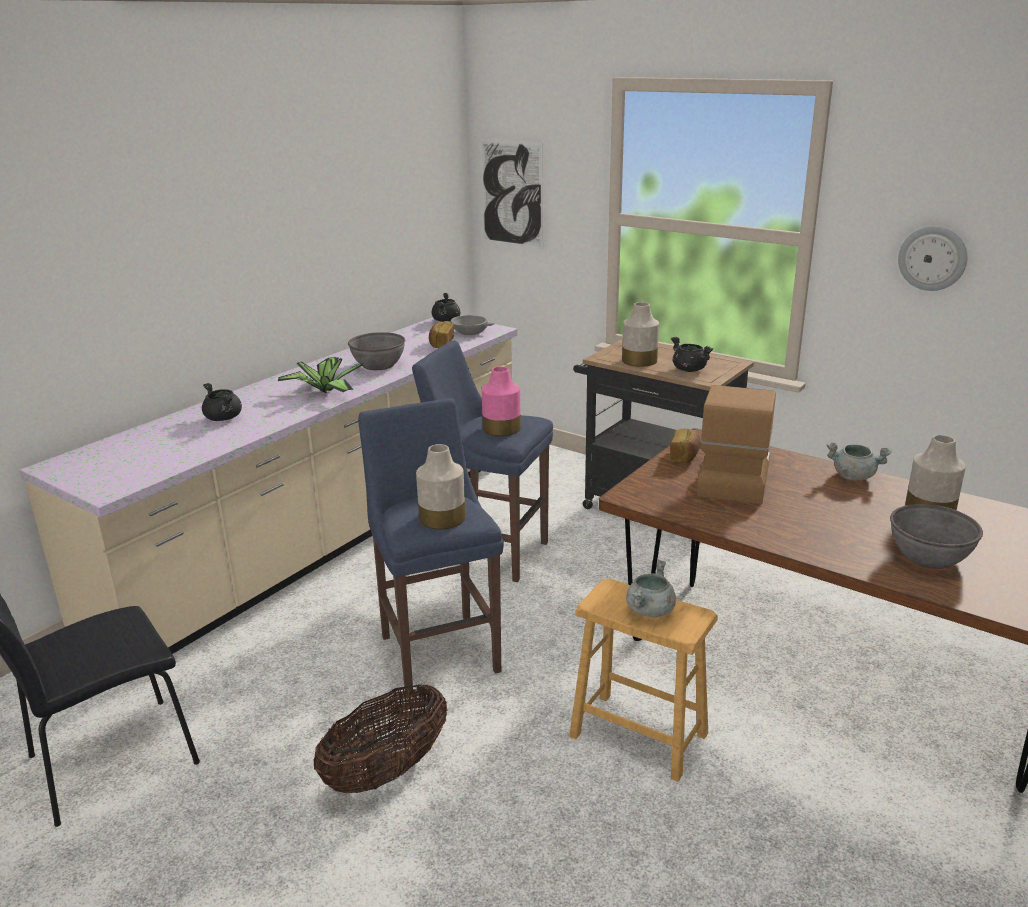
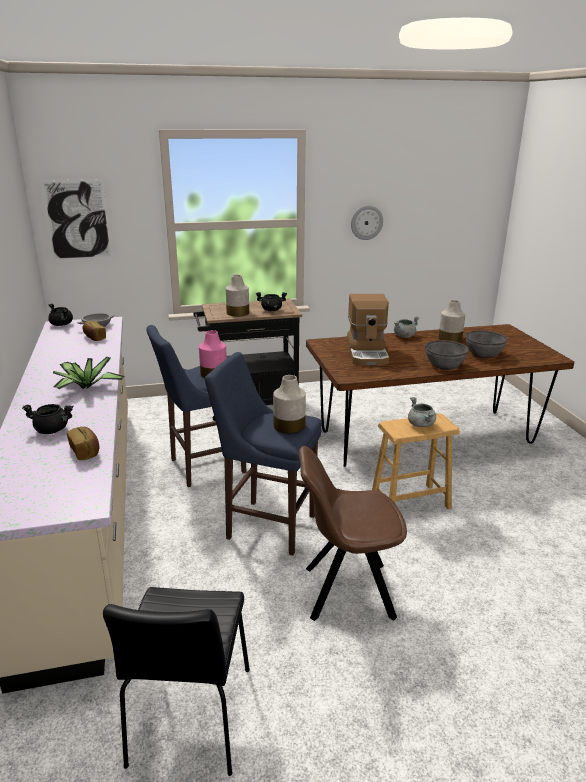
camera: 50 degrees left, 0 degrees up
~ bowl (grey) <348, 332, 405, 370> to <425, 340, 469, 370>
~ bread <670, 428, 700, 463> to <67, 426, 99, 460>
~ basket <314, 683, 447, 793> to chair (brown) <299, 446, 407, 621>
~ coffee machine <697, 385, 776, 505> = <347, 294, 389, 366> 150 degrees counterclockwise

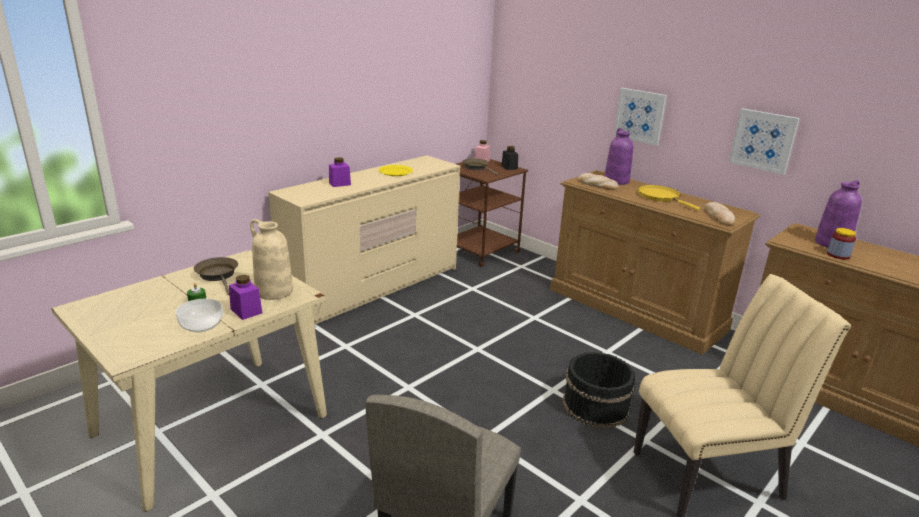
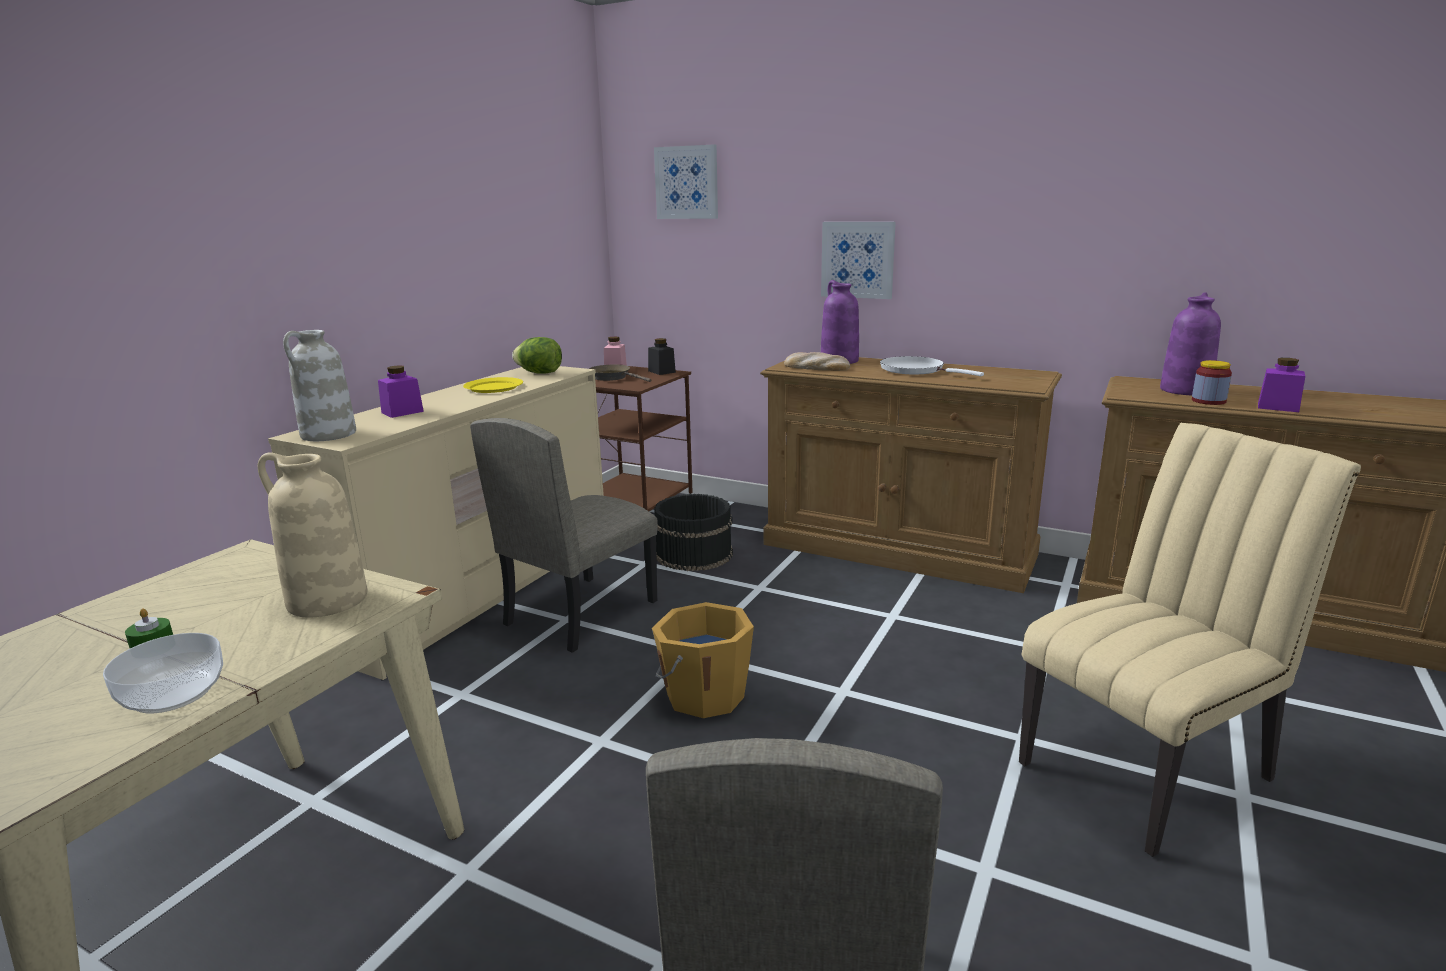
camera: 15 degrees left, 5 degrees down
- frying pan (brown) <194, 257, 238, 295>
- bread <704, 202, 735, 225>
+ vase (white) <283, 330, 356, 441>
+ chair (beige) <470, 418, 658, 653>
+ lettuce <512, 337, 562, 374>
+ bucket (orange) <652, 602, 754, 718>
~ jar (purple) <229, 275, 262, 320> to <1258, 358, 1305, 412>
~ bucket (black) <563, 352, 635, 428> to <654, 494, 733, 571>
~ picture <729, 108, 800, 175> to <654, 144, 718, 219>
~ frying pan (yellow) <638, 185, 700, 210> to frying pan (white) <880, 356, 984, 376>

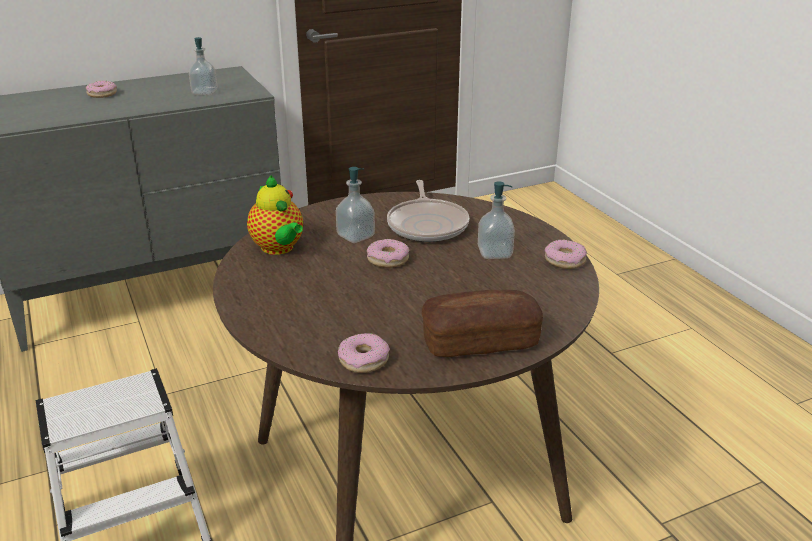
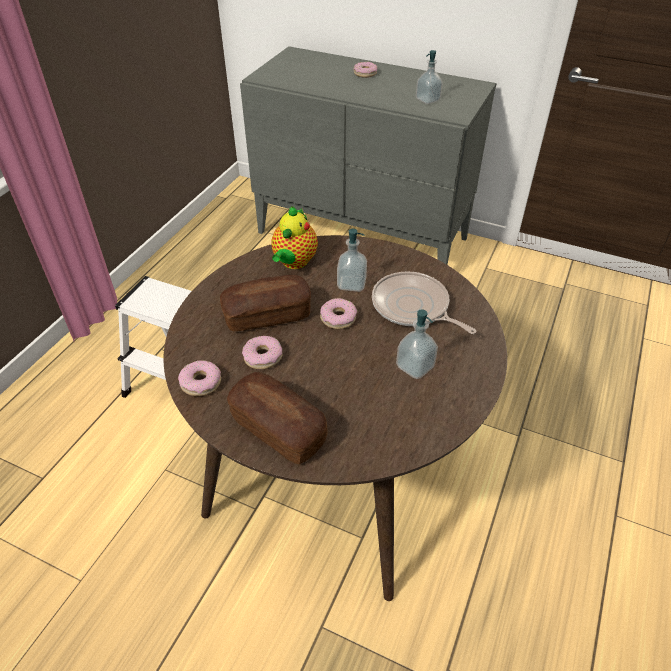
camera: 50 degrees right, 15 degrees up
+ bread <220, 275, 311, 331>
~ donut <545, 240, 587, 269> to <242, 336, 282, 369>
~ frying pan <387, 180, 469, 242> = <372, 272, 477, 334> 90 degrees clockwise

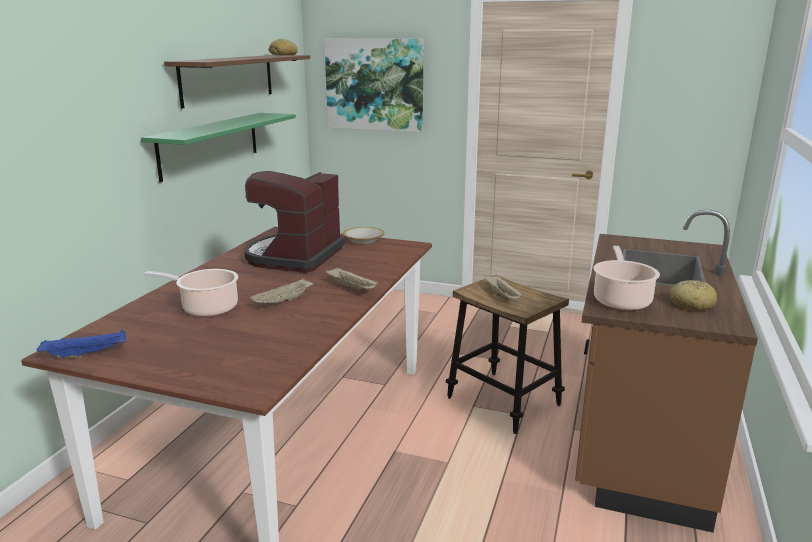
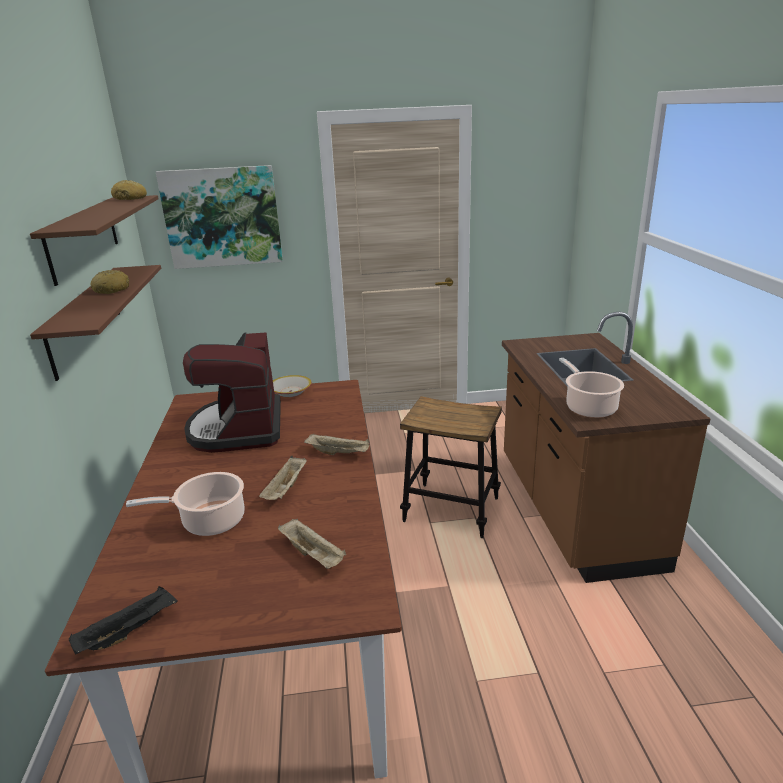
camera: 25 degrees left, 5 degrees up
~ tray (beige) <485, 276, 523, 299> to <278, 519, 346, 569>
~ bread <670, 280, 717, 311> to <91, 270, 129, 294>
~ tray (blue) <37, 330, 127, 359> to tray (black) <69, 586, 178, 654>
~ shelf (green) <141, 113, 296, 182> to shelf (brown) <30, 265, 161, 381>

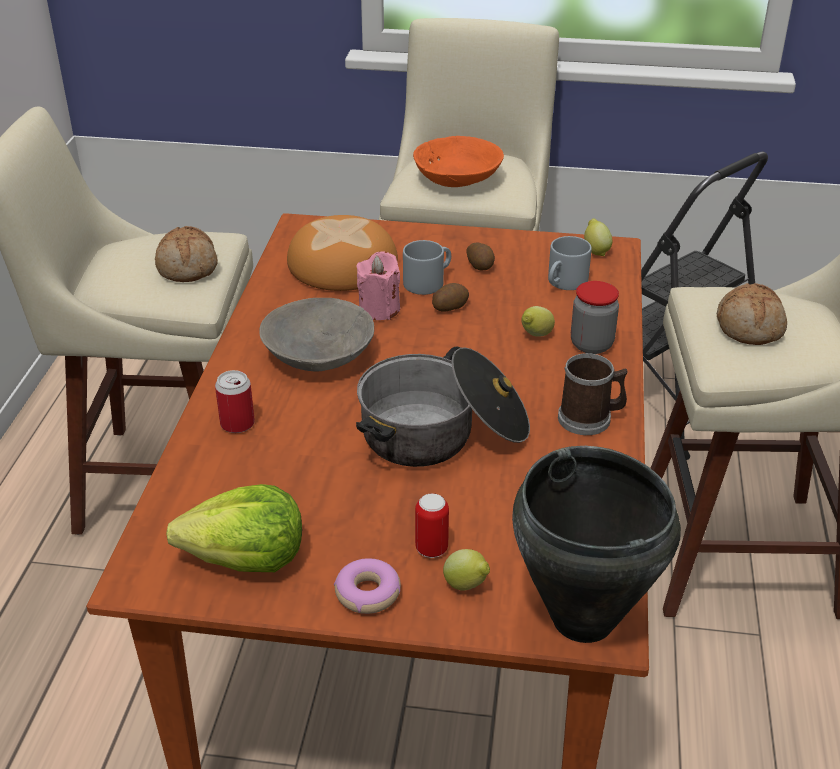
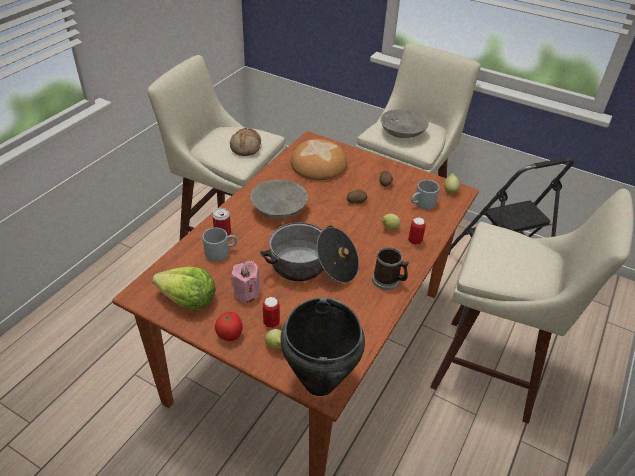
camera: 20 degrees right, 5 degrees up
- bread <717, 283, 787, 345>
~ candle (pink) <357, 251, 400, 320> to <231, 261, 261, 303>
~ mug (grey) <403, 240, 451, 295> to <203, 228, 237, 261>
~ donut <334, 559, 401, 614> to tomato <215, 312, 243, 341>
~ jar <571, 281, 619, 354> to can <408, 218, 426, 245>
~ bowl (orange) <413, 136, 504, 187> to bowl (grey) <381, 109, 429, 138>

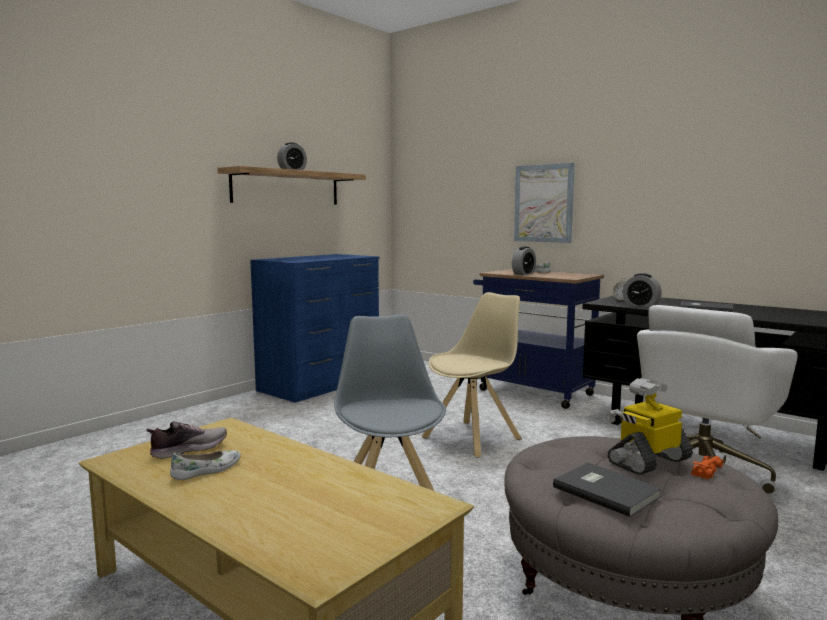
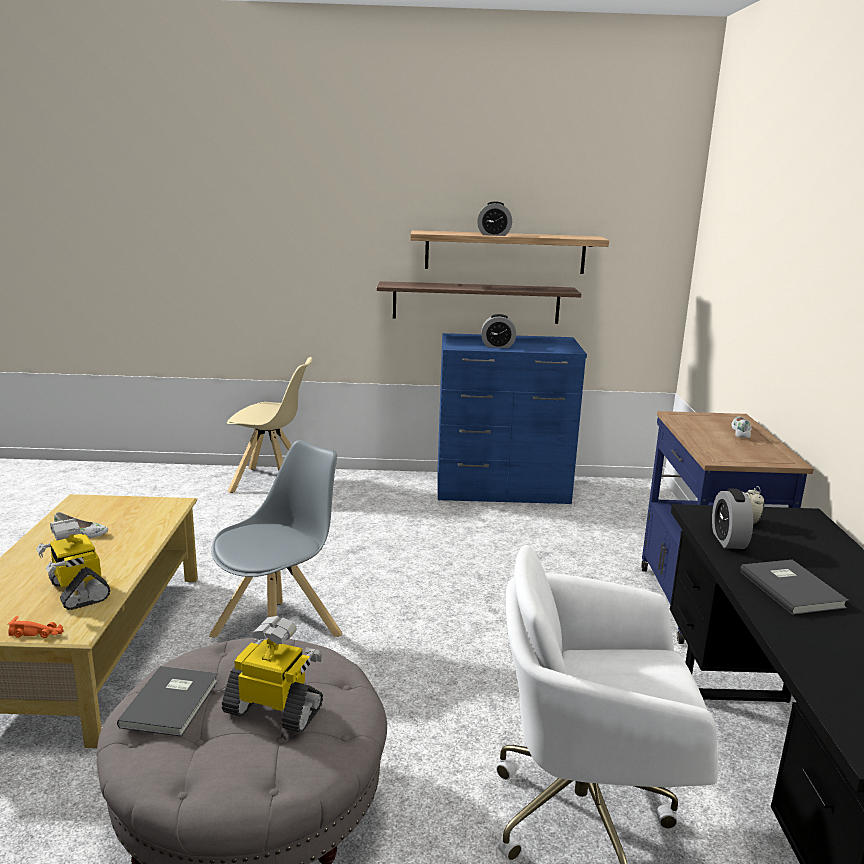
camera: 50 degrees right, 10 degrees up
- shoe <146, 421, 227, 459>
- picture <514, 163, 575, 243>
+ toy robot <36, 519, 110, 610>
+ shelf <377, 281, 581, 324>
~ chair (beige) <422, 292, 522, 458> to <227, 357, 313, 493>
~ alarm clock <512, 247, 536, 275> to <481, 314, 516, 348>
~ toy car (orange) <691, 456, 725, 479> to <8, 616, 64, 638>

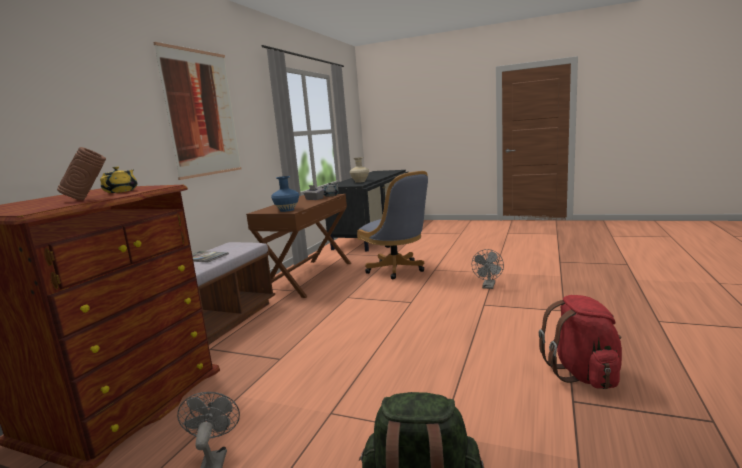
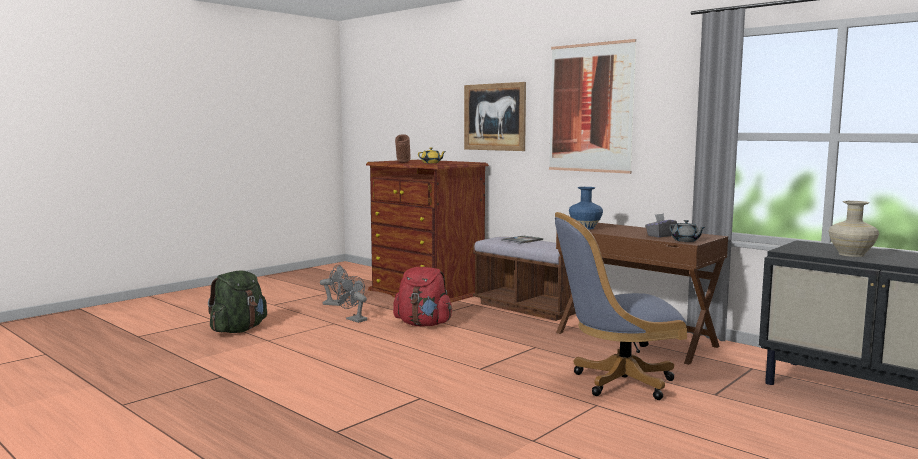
camera: 110 degrees right, 5 degrees down
+ picture <464, 82, 526, 151>
~ fan (grey) <472, 249, 504, 289> to <337, 276, 367, 323>
~ backpack (red) <539, 295, 622, 389> to <393, 267, 452, 326>

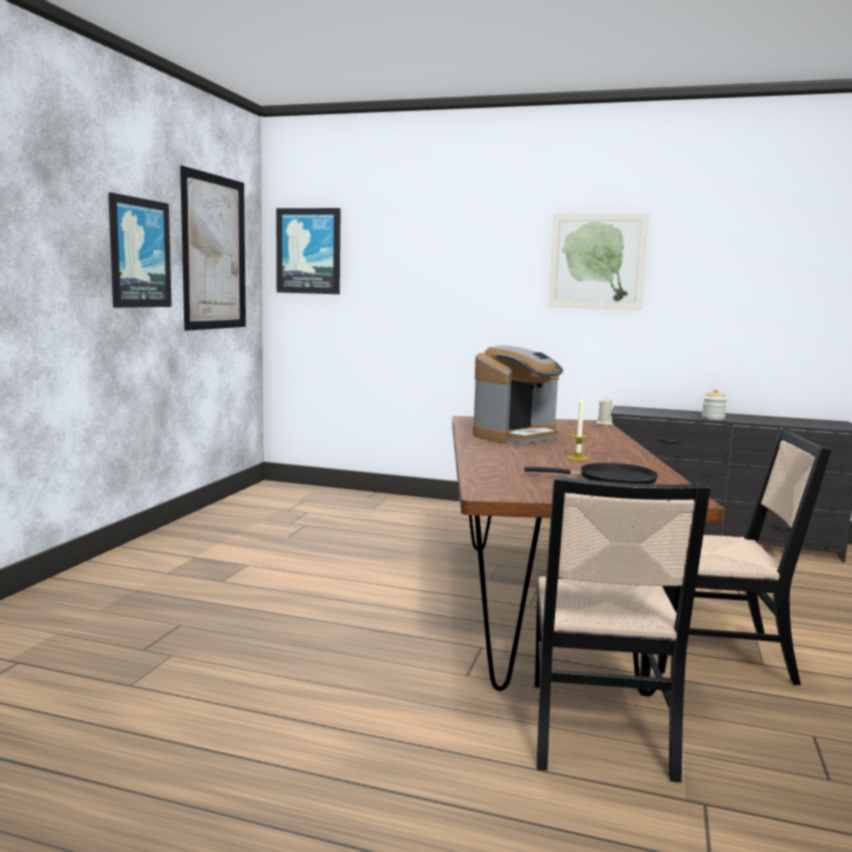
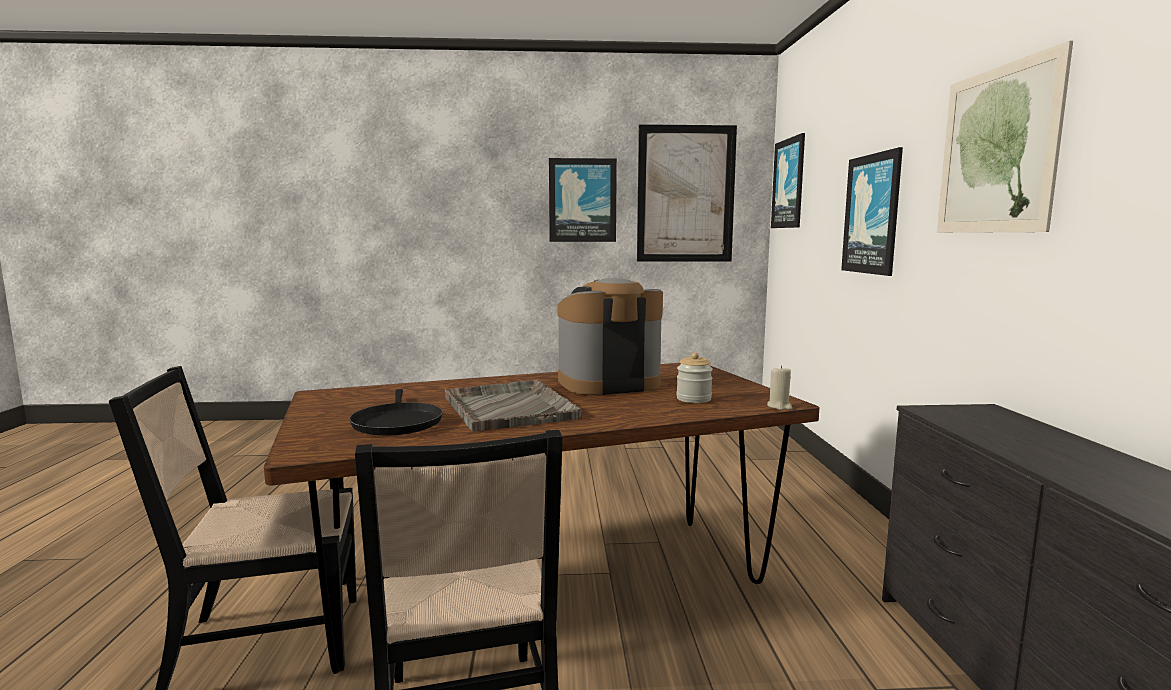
camera: 70 degrees right, 0 degrees up
+ picture <841, 147, 903, 276>
~ jar <702, 389, 727, 420> to <676, 353, 713, 403>
~ candle <566, 397, 590, 461> to tray (grey) <444, 380, 582, 432>
~ coffee machine <473, 345, 563, 444> = <557, 278, 663, 395> 135 degrees clockwise

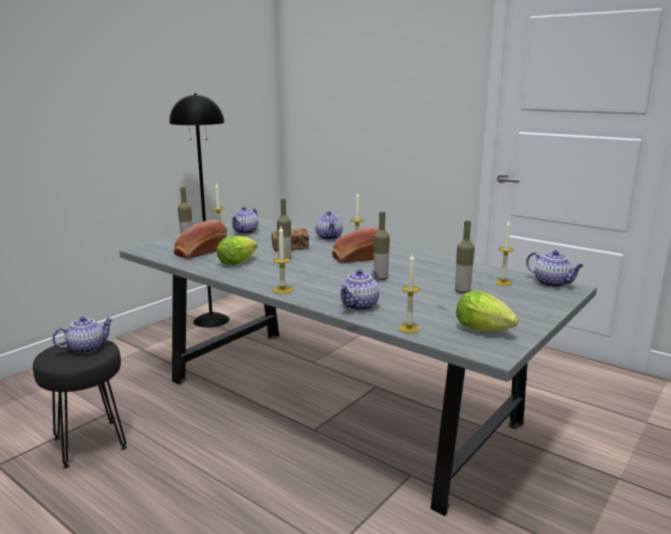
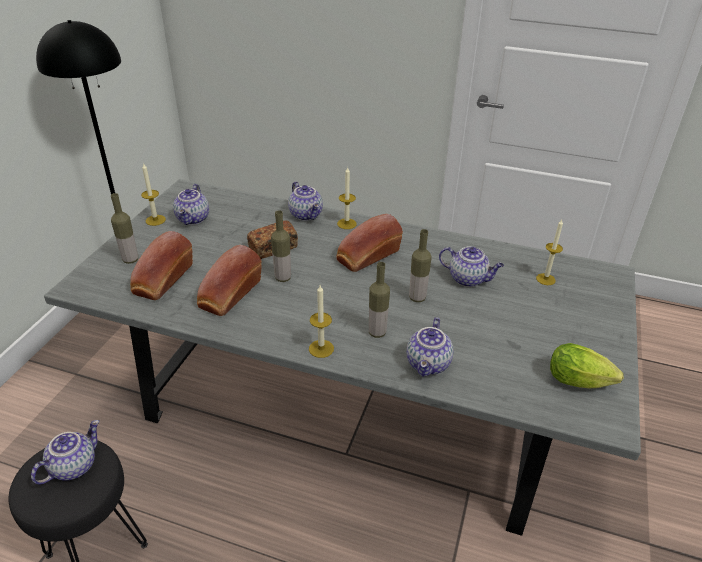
camera: 20 degrees left, 20 degrees up
- candle <399, 254, 420, 333>
~ bottle <455, 221, 475, 294> to <369, 262, 390, 338>
~ teapot <526, 250, 584, 287> to <439, 246, 504, 287>
~ lettuce <217, 236, 257, 265> to bread <197, 245, 262, 316>

